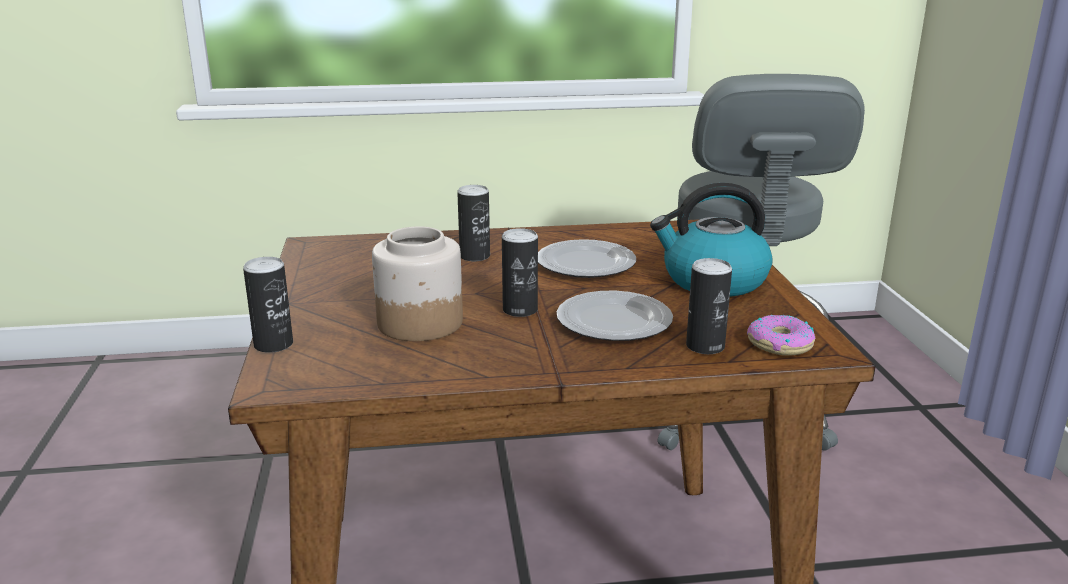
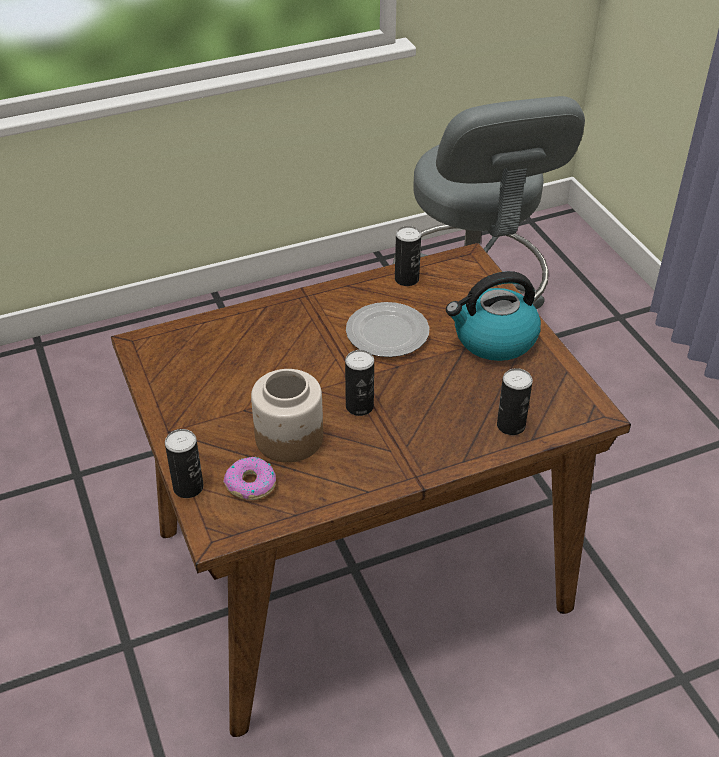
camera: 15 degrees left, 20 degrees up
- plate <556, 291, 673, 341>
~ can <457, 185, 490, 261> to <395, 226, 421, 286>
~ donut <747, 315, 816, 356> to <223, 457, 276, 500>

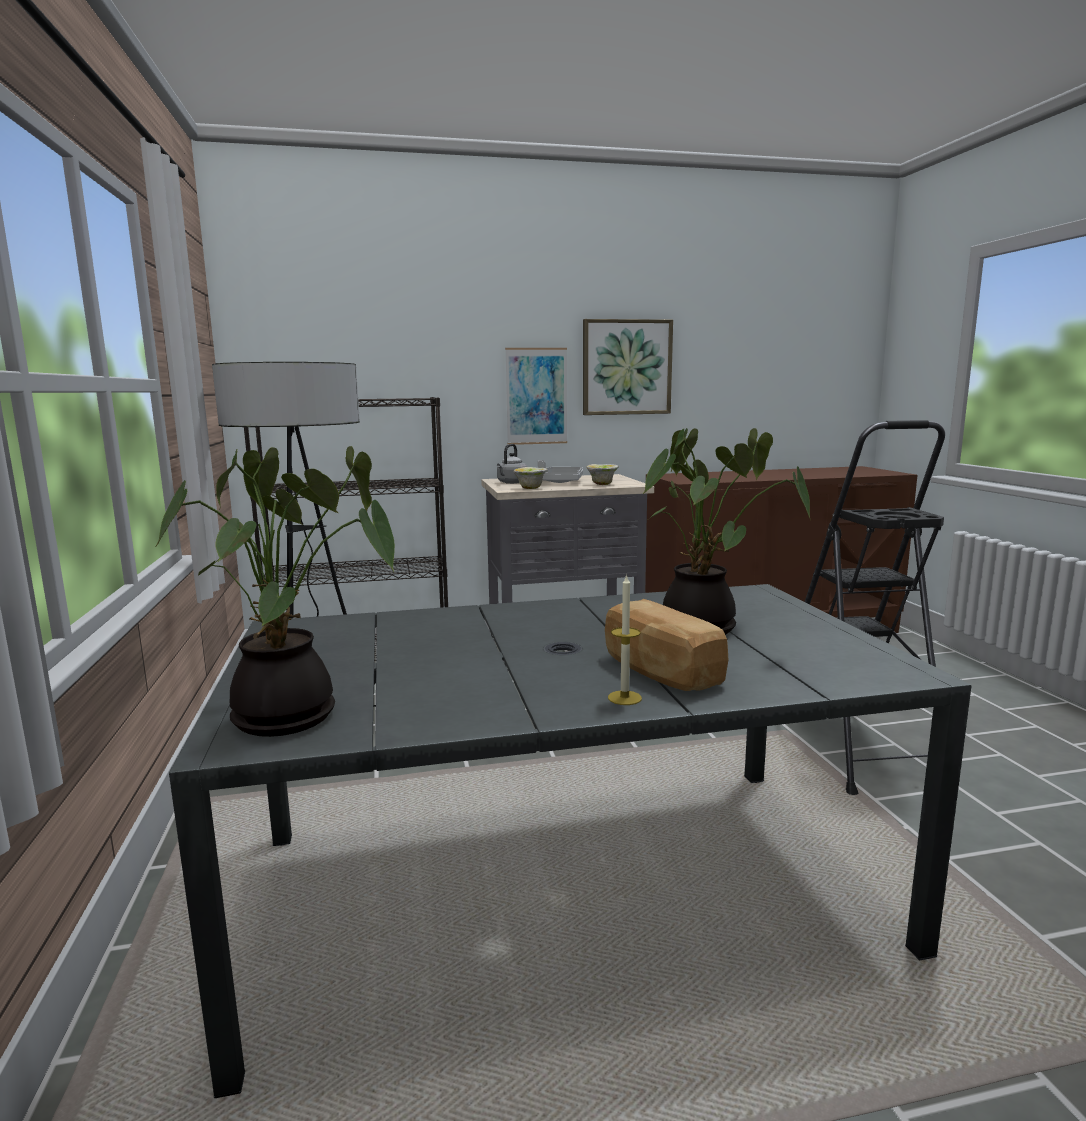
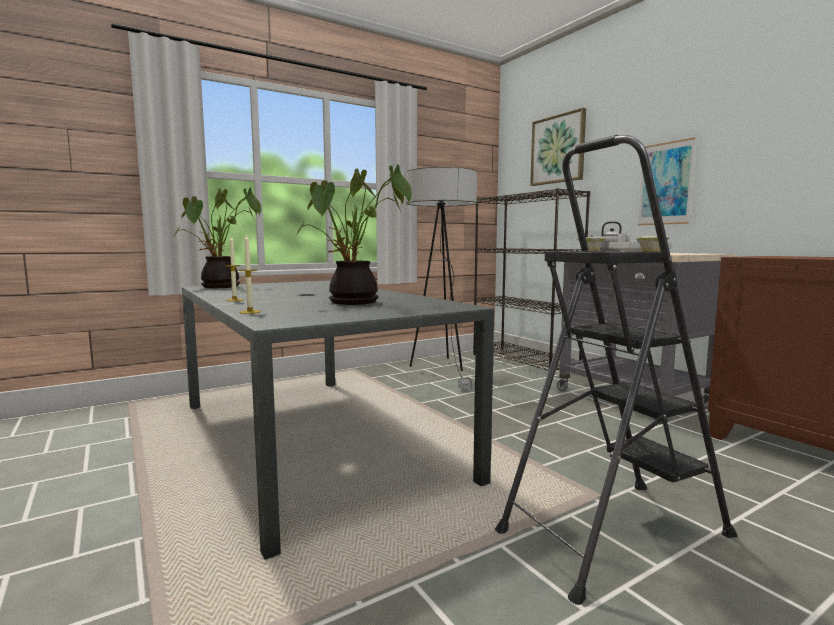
camera: 70 degrees right, 5 degrees down
- bread <605, 599, 729, 691>
+ candle <239, 234, 261, 314>
~ picture <583, 319, 673, 415> to <530, 108, 586, 186>

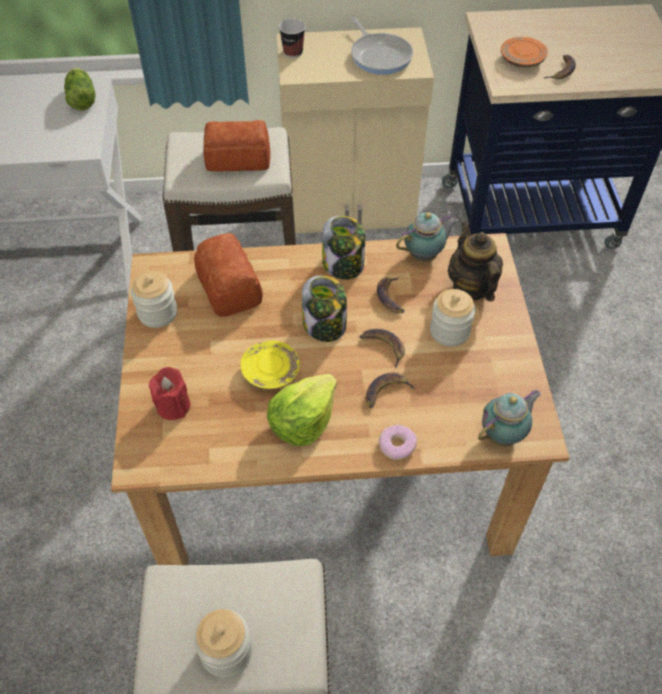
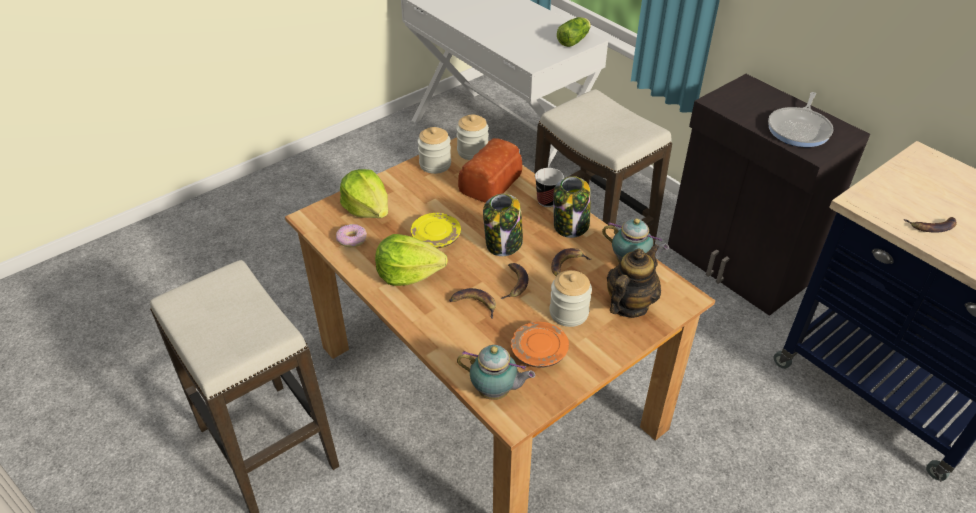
camera: 55 degrees right, 10 degrees down
- bread <204, 120, 270, 172>
~ jar <194, 609, 253, 678> to <456, 115, 489, 160>
~ cup <279, 19, 306, 58> to <535, 168, 564, 207>
~ donut <379, 425, 417, 460> to <336, 224, 367, 247>
~ plate (orange) <501, 37, 548, 68> to <511, 322, 569, 368>
~ candle (red) <149, 367, 191, 420> to lettuce <340, 169, 388, 218>
~ cabinet (beige) <277, 27, 434, 233> to cabinet (black) <668, 74, 870, 316>

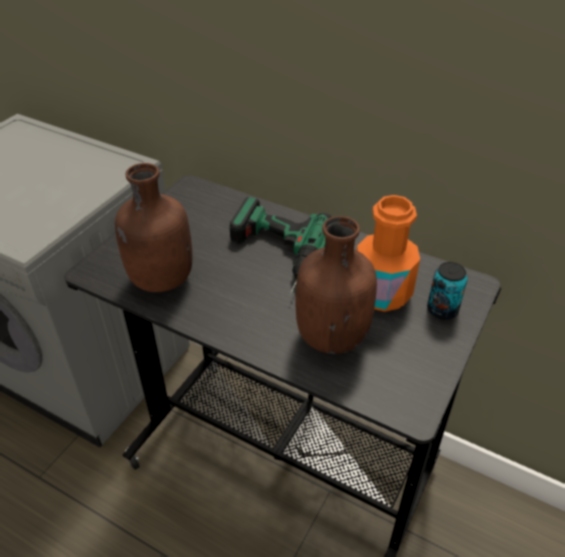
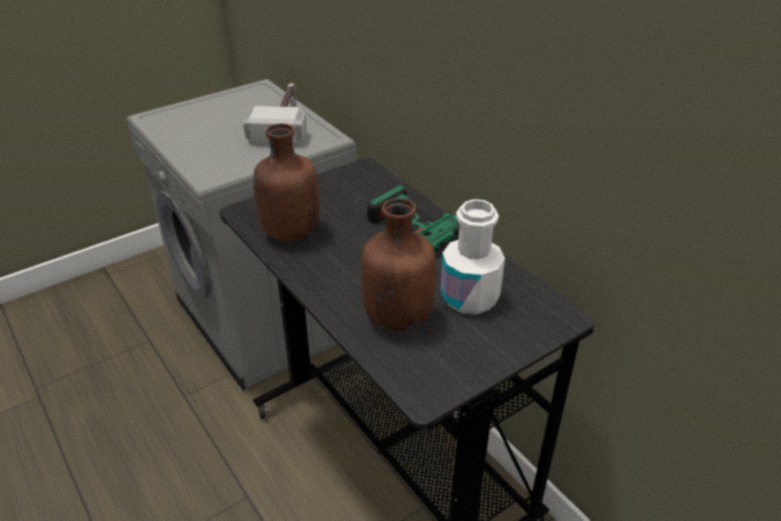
camera: 25 degrees right, 5 degrees down
- can <427, 262, 468, 320>
+ hammer <243, 83, 307, 146>
~ bottle (orange) <357, 195, 420, 312> to bottle (white) <440, 199, 505, 315>

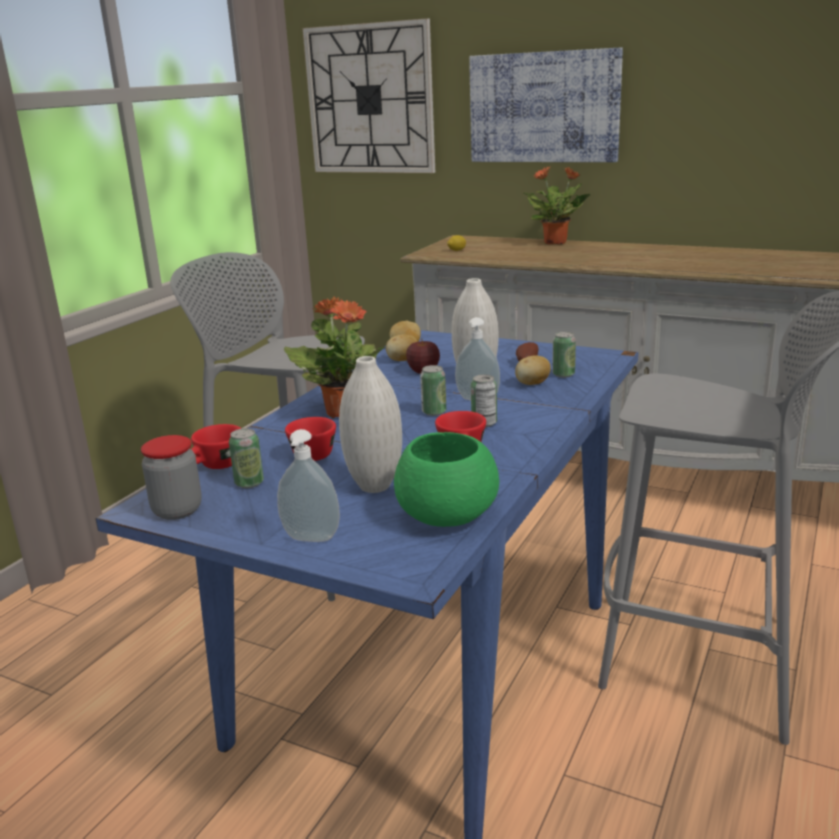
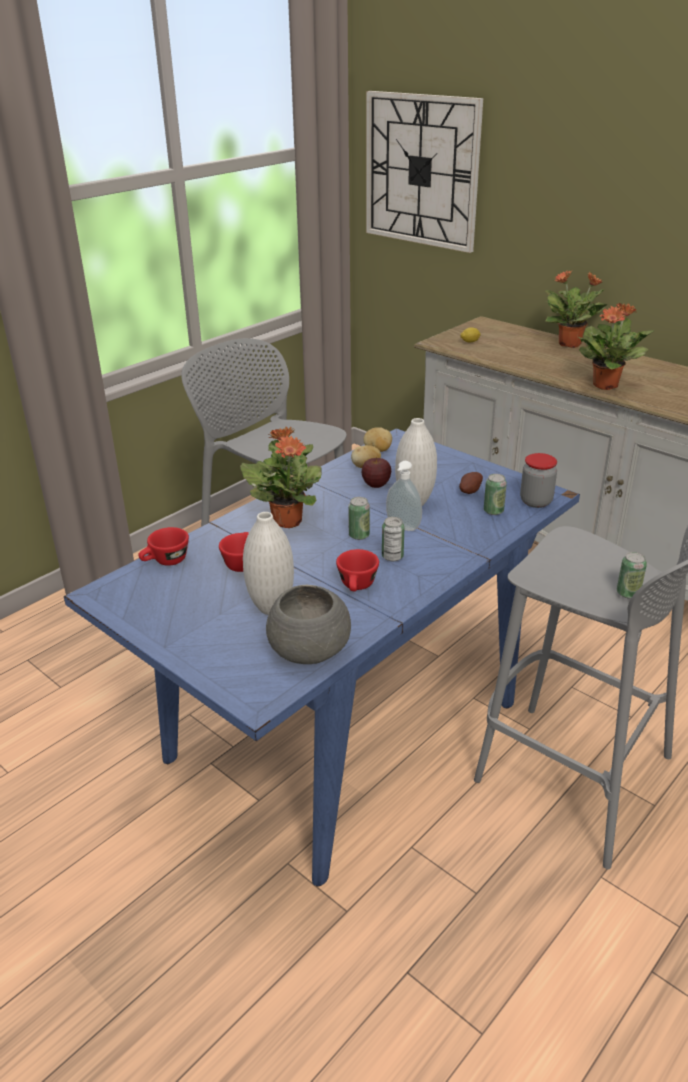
camera: 15 degrees right, 10 degrees up
- soap dispenser <277, 429, 340, 542>
- picture <469, 48, 623, 162>
- potato <515, 356, 551, 385>
+ potted plant <578, 303, 653, 390>
~ jar <141, 435, 202, 520> to <520, 453, 557, 508>
~ can <229, 428, 264, 488> to <617, 552, 647, 599>
~ bowl (green) <394, 432, 499, 527> to bowl (grey) <266, 585, 351, 664>

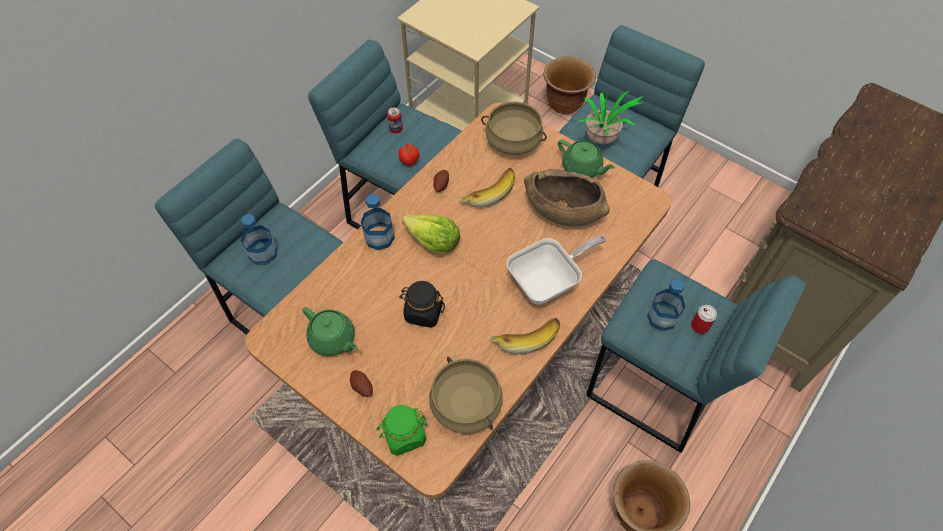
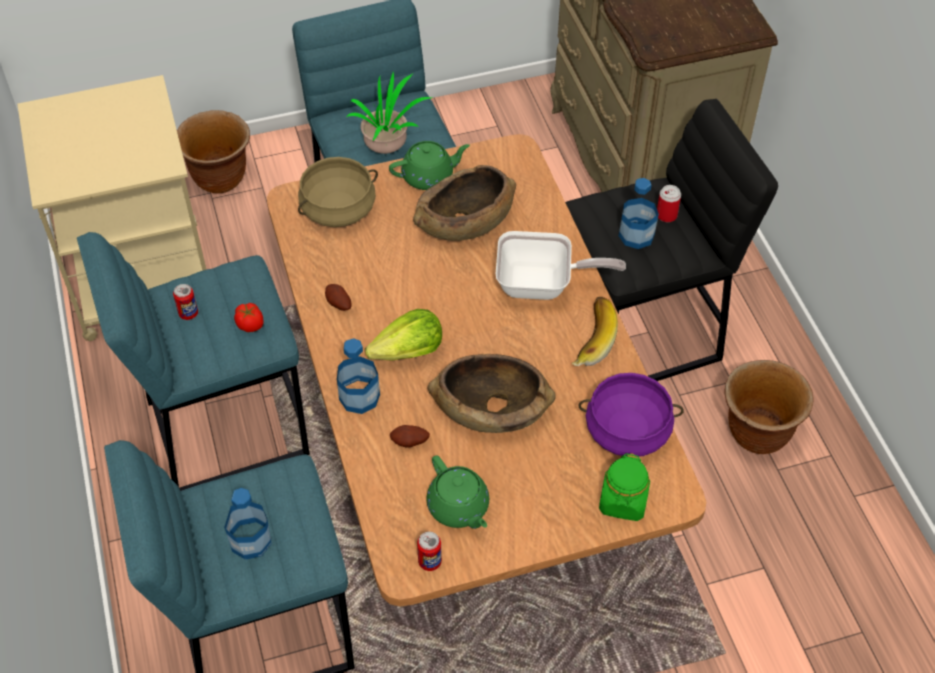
camera: 55 degrees left, 5 degrees down
- banana <459, 168, 515, 208>
+ can <417, 532, 442, 571>
~ potato <350, 370, 373, 397> to <390, 425, 430, 447>
~ jar (black) <399, 281, 445, 328> to bowl (brown) <428, 354, 556, 433>
~ cooking pot (beige) <429, 357, 503, 434> to cooking pot (purple) <578, 373, 684, 457>
~ stool (blue) <586, 259, 806, 453> to stool (black) <565, 99, 778, 381>
~ teapot (green) <302, 307, 358, 356> = <426, 455, 489, 529> 75 degrees clockwise
~ frying pan <507, 235, 606, 304> = <496, 231, 626, 300> 90 degrees clockwise

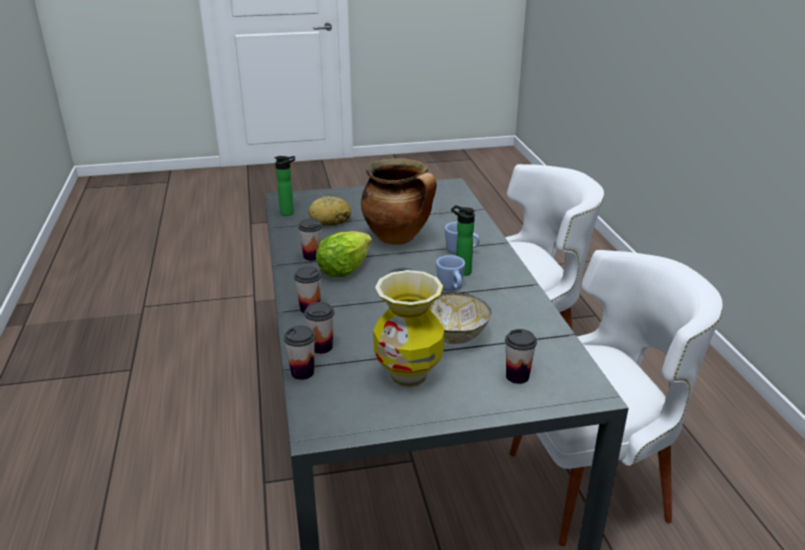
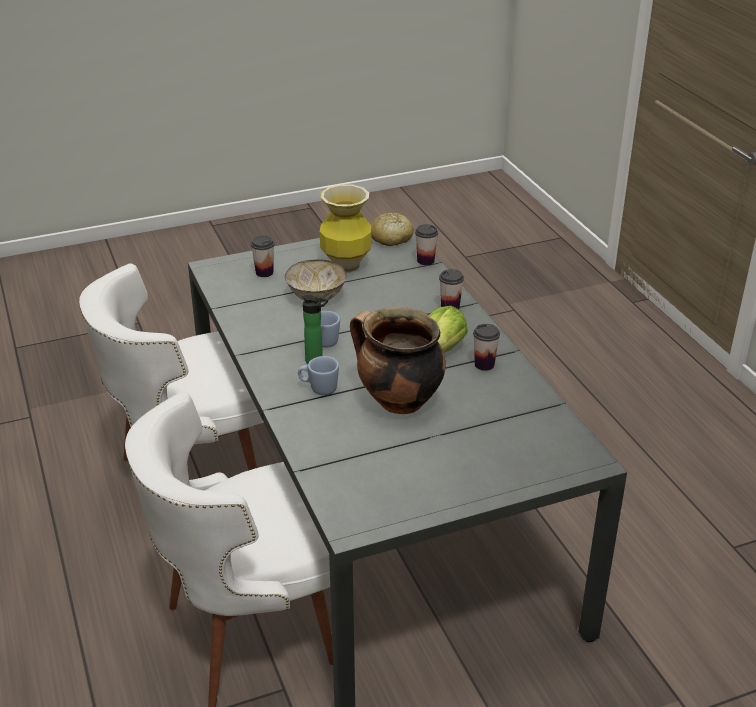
camera: 170 degrees right, 5 degrees up
- bottle <274, 156, 295, 216>
- cup <305, 302, 334, 354>
~ bread <309, 196, 351, 226> to <371, 213, 414, 246>

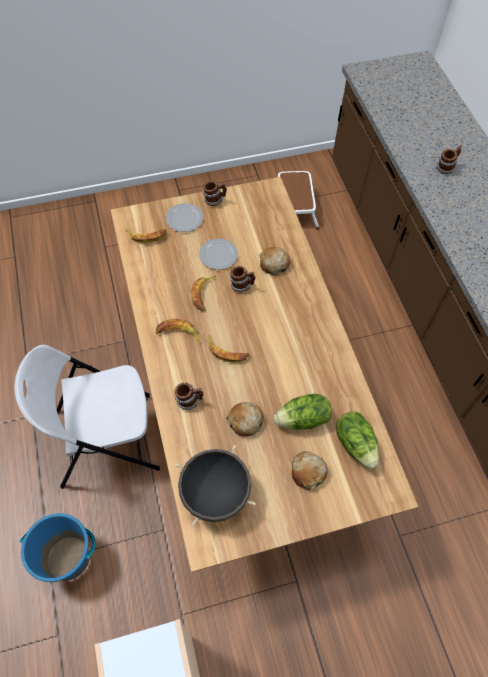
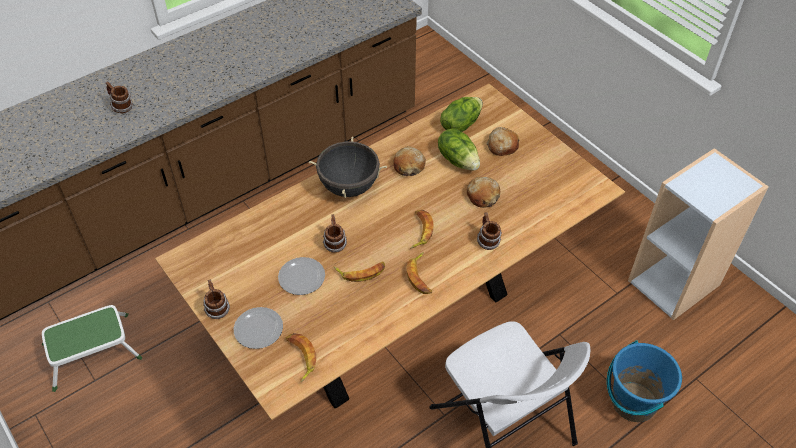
camera: 110 degrees left, 10 degrees down
~ cooking pot (black) <175, 445, 256, 526> to <309, 136, 387, 198>
~ bread <259, 247, 290, 276> to <393, 146, 426, 176>
~ step ladder (brown) <278, 171, 320, 231> to step ladder (green) <42, 305, 143, 392>

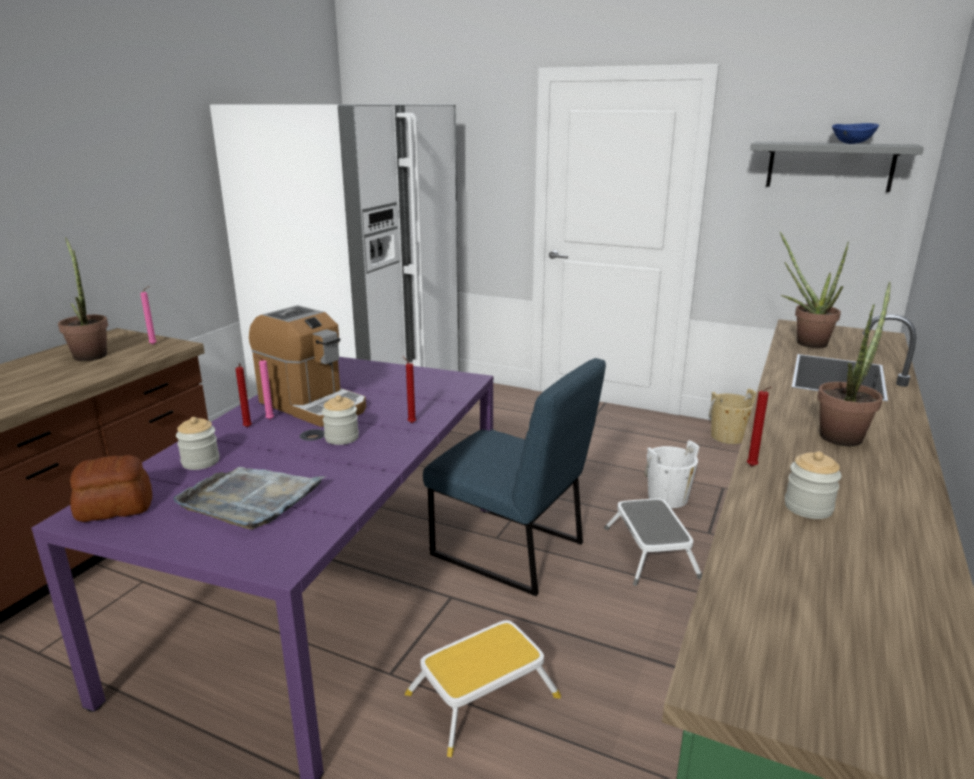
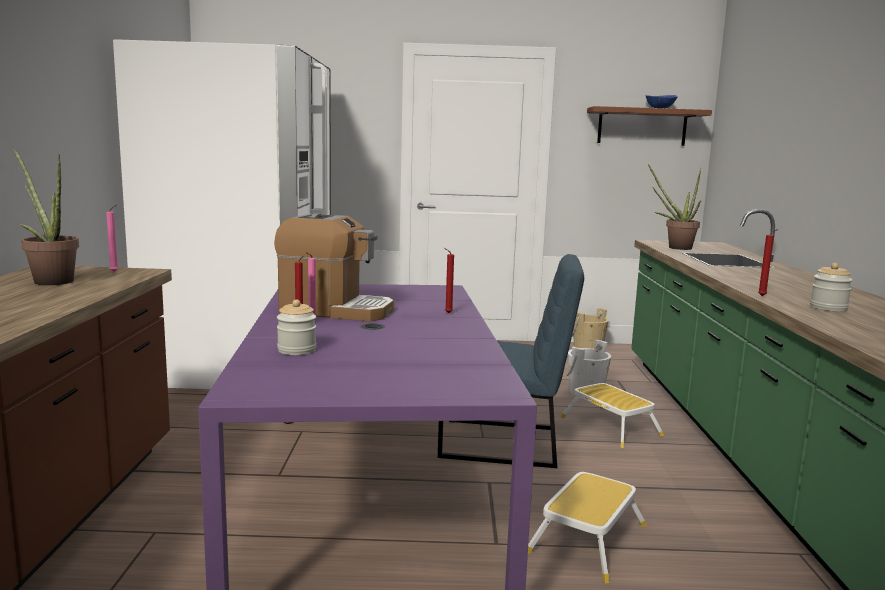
camera: 25 degrees left, 10 degrees down
- bread <70, 455, 152, 522>
- tray (grey) <173, 467, 326, 530>
- jar <322, 395, 359, 445>
- potted plant <817, 282, 890, 446>
~ step ladder (grey) <604, 499, 702, 586> to step ladder (yellow) <560, 383, 664, 448>
~ shelf (grey) <750, 142, 924, 192> to shelf (brown) <587, 106, 712, 146>

